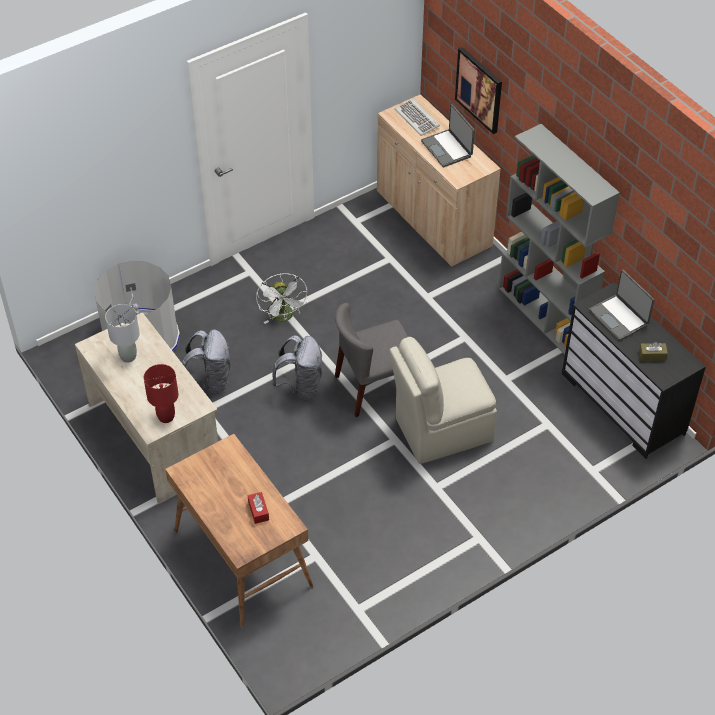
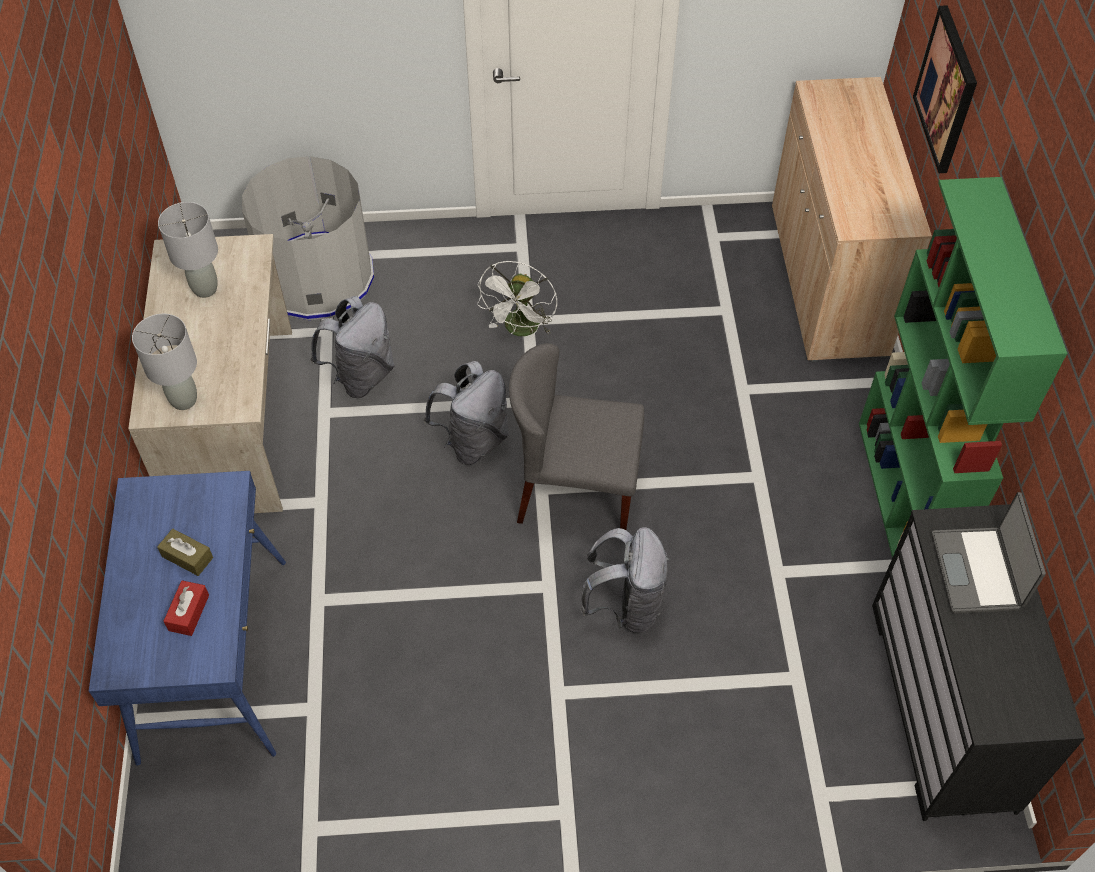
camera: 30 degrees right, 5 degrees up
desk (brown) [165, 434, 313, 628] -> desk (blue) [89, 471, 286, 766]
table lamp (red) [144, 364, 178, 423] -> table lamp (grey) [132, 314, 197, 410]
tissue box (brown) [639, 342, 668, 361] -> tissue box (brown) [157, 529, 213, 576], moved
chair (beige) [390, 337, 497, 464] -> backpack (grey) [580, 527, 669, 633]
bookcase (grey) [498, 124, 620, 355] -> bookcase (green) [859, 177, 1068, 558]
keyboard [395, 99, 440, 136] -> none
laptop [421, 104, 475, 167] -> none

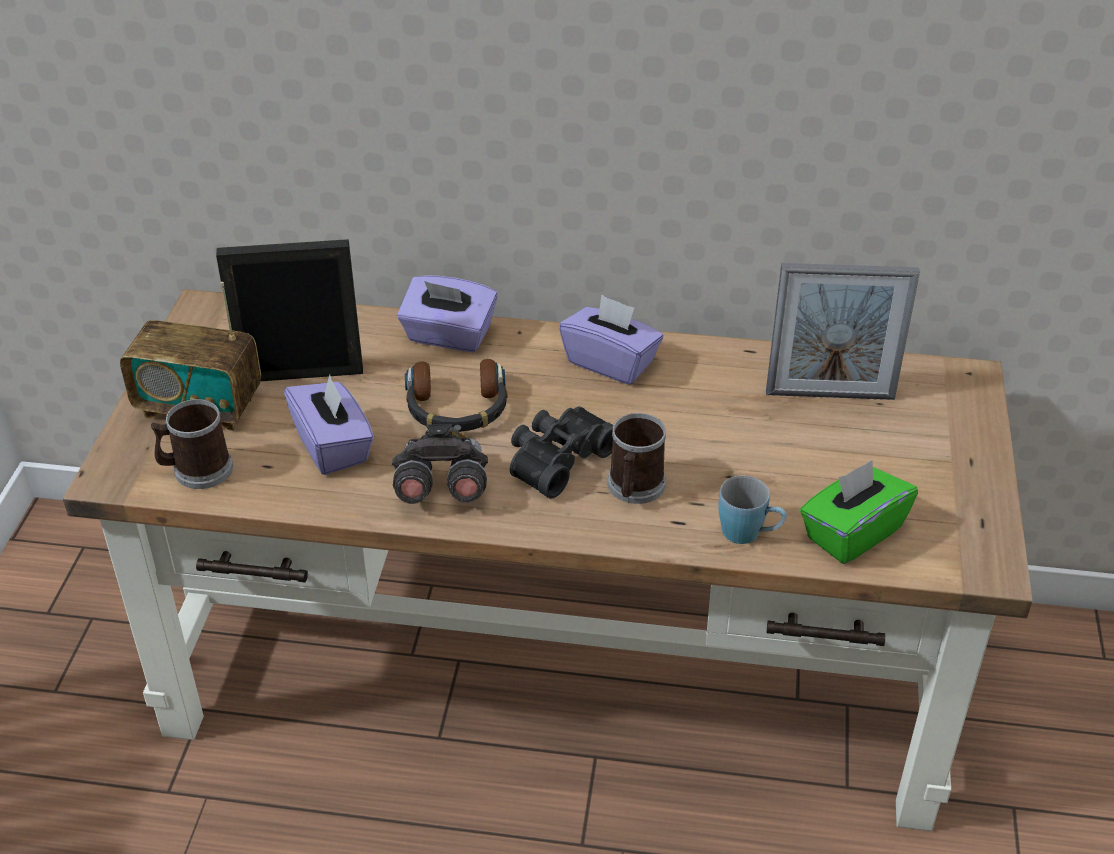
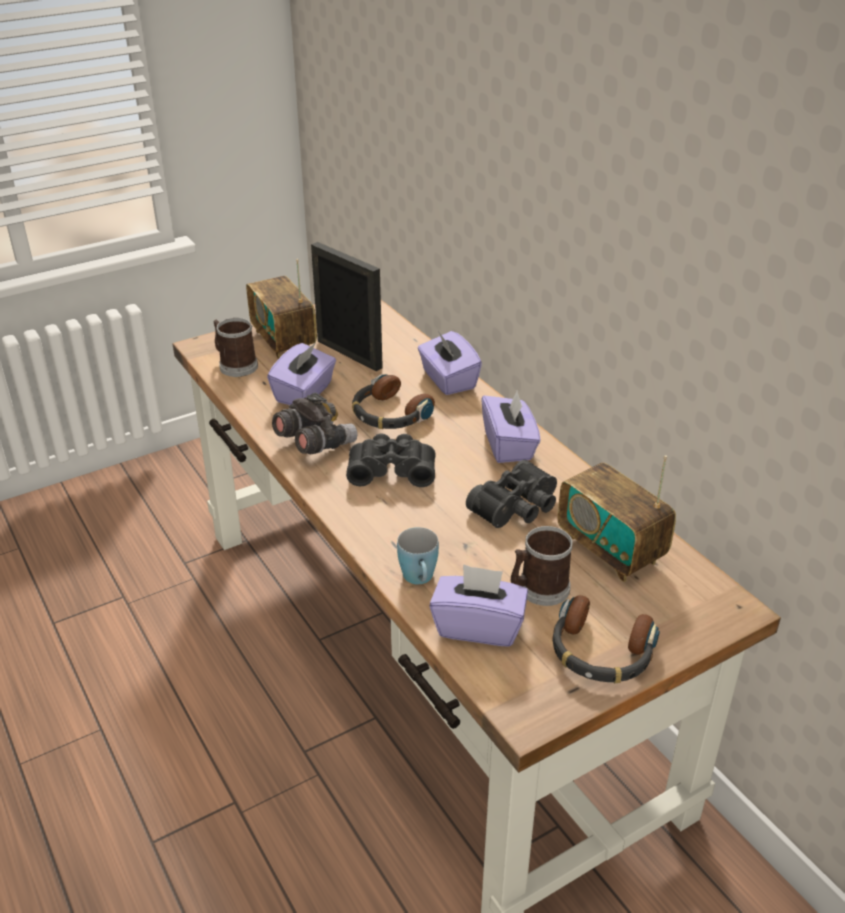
camera: 50 degrees right, 5 degrees down
tissue box (green) [800, 460, 918, 564] -> tissue box (purple) [429, 564, 528, 647]
none -> binoculars (black) [466, 460, 557, 528]
mug [608, 413, 666, 504] -> mug [511, 526, 572, 606], moved
none -> headphones [552, 595, 660, 683]
picture frame [766, 263, 920, 400] -> radio [557, 455, 676, 582]

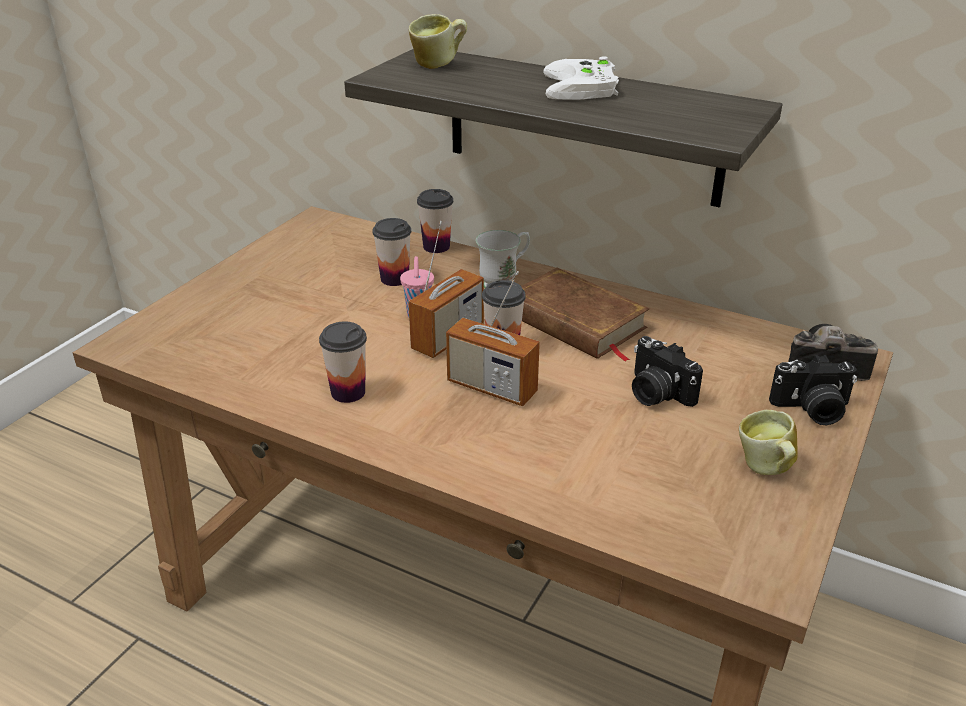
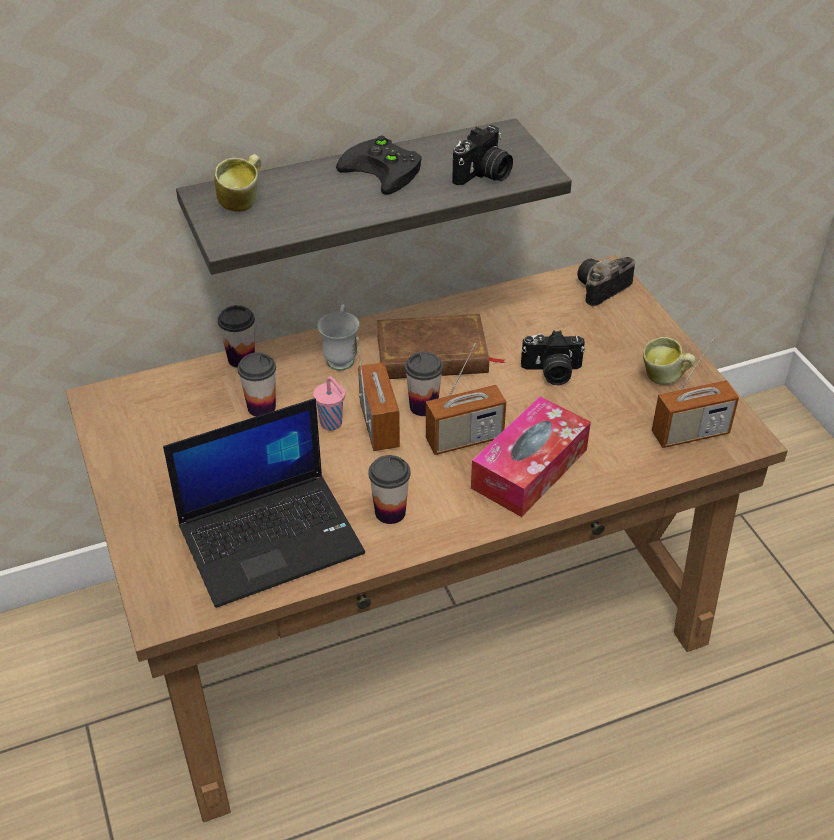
camera: 50 degrees left, 10 degrees up
none -> laptop [163, 398, 365, 608]
game controller (white) [543, 56, 619, 100] -> game controller (black) [336, 136, 422, 195]
photo camera [769, 355, 857, 425] -> photo camera [452, 125, 513, 186], moved
none -> tissue box [471, 396, 591, 517]
none -> radio [652, 338, 739, 448]

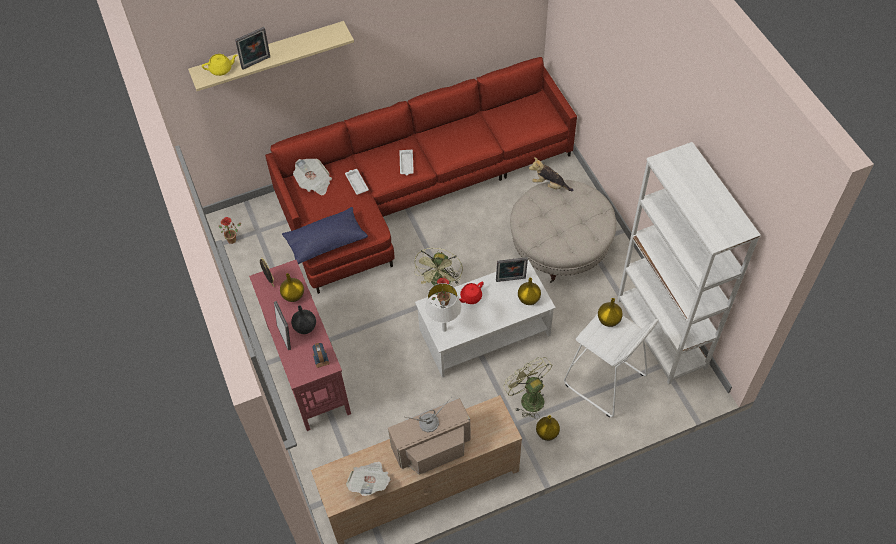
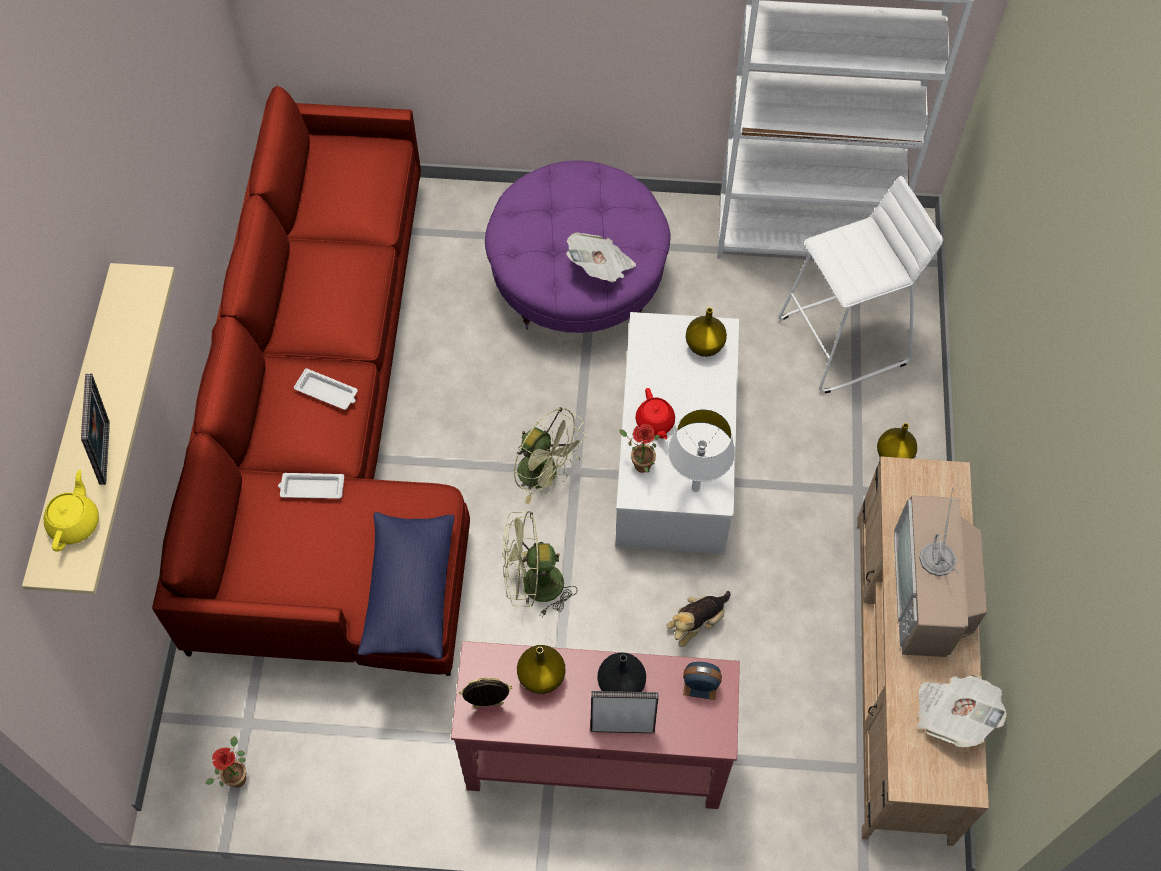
camera: 65 degrees left, 5 degrees up
ottoman (beige) [510, 180, 616, 283] -> ottoman (purple) [485, 160, 670, 333]
fan (green) [503, 357, 552, 417] -> fan (green) [502, 511, 577, 617], moved
newspaper [293, 159, 332, 195] -> newspaper [566, 232, 636, 282], moved
plush toy [529, 157, 574, 191] -> plush toy [667, 591, 731, 647], moved
picture frame [496, 257, 528, 282] -> none
vase (yellow) [598, 298, 623, 327] -> none

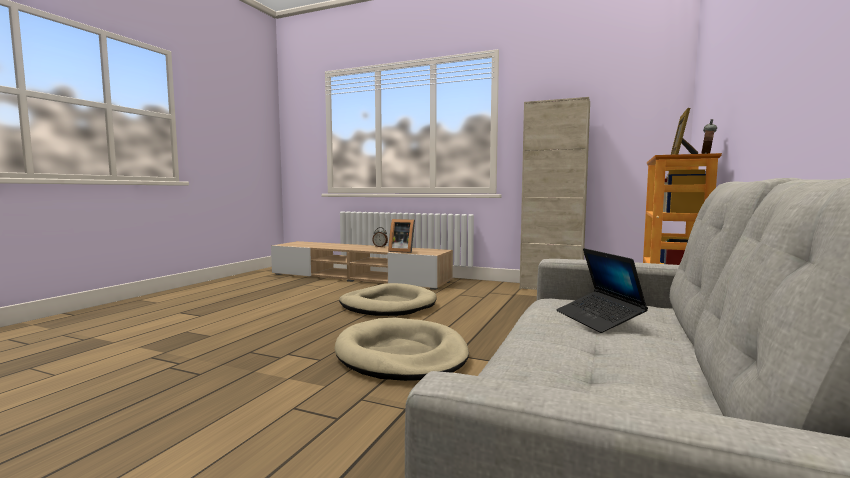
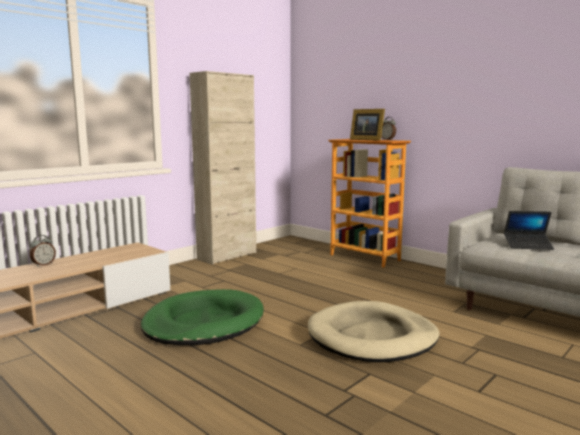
camera: 70 degrees left, 5 degrees up
dog bed (beige) [339, 283, 437, 316] -> dog bed (green) [141, 289, 264, 345]
picture frame [388, 219, 415, 253] -> none

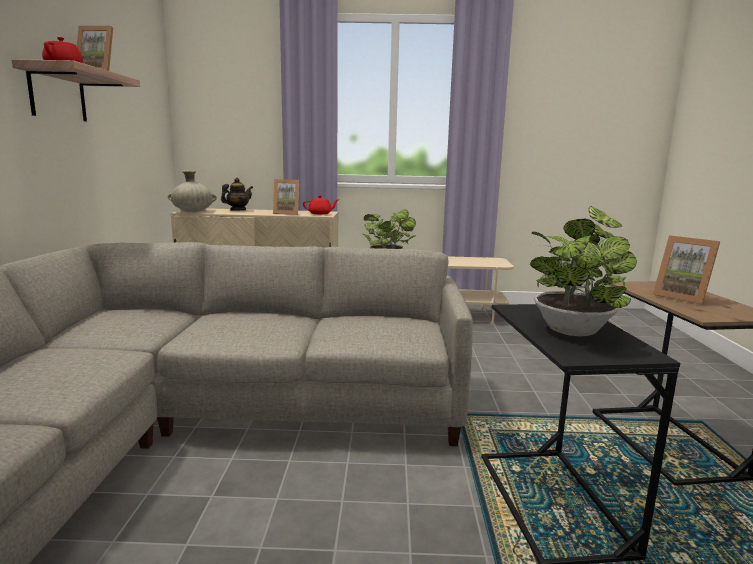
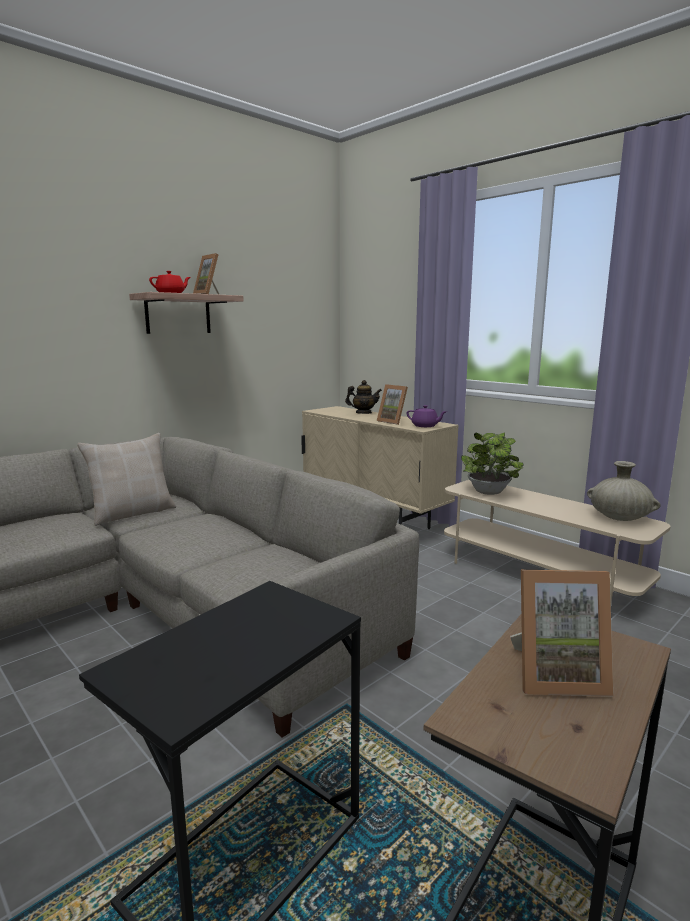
camera: 45 degrees right, 0 degrees up
none -> pillow (beige) [77, 433, 176, 526]
teapot (red) [303, 196, 340, 214] -> teapot (purple) [407, 405, 447, 427]
picture frame [653, 235, 720, 305] -> picture frame [510, 570, 613, 696], 90 degrees counterclockwise
vase (beige) [168, 171, 217, 212] -> vase (beige) [587, 461, 660, 521], moved
potted plant [530, 206, 637, 336] -> none

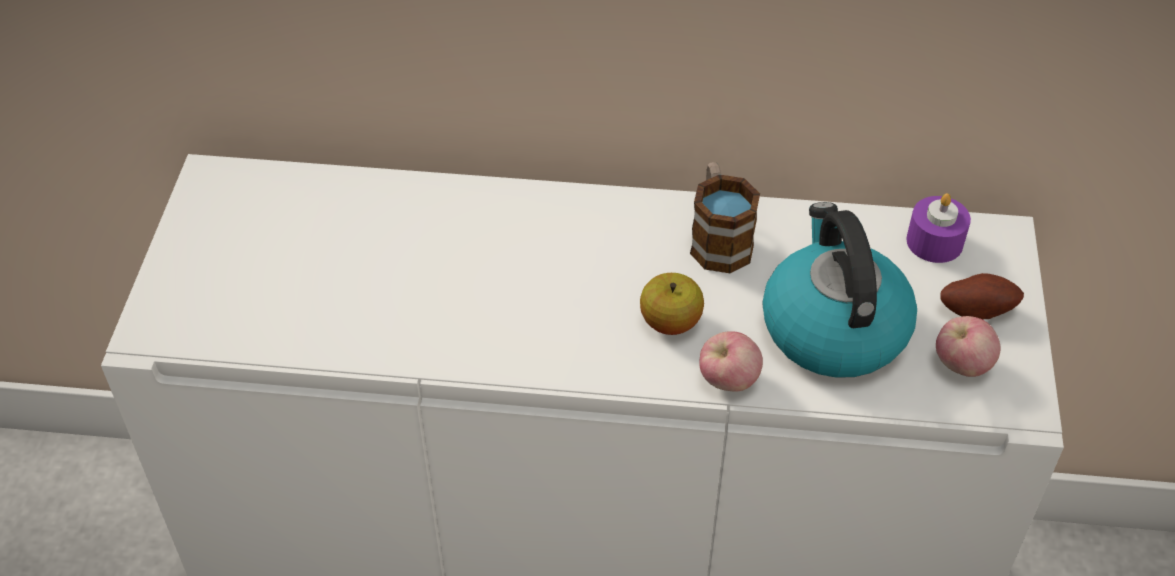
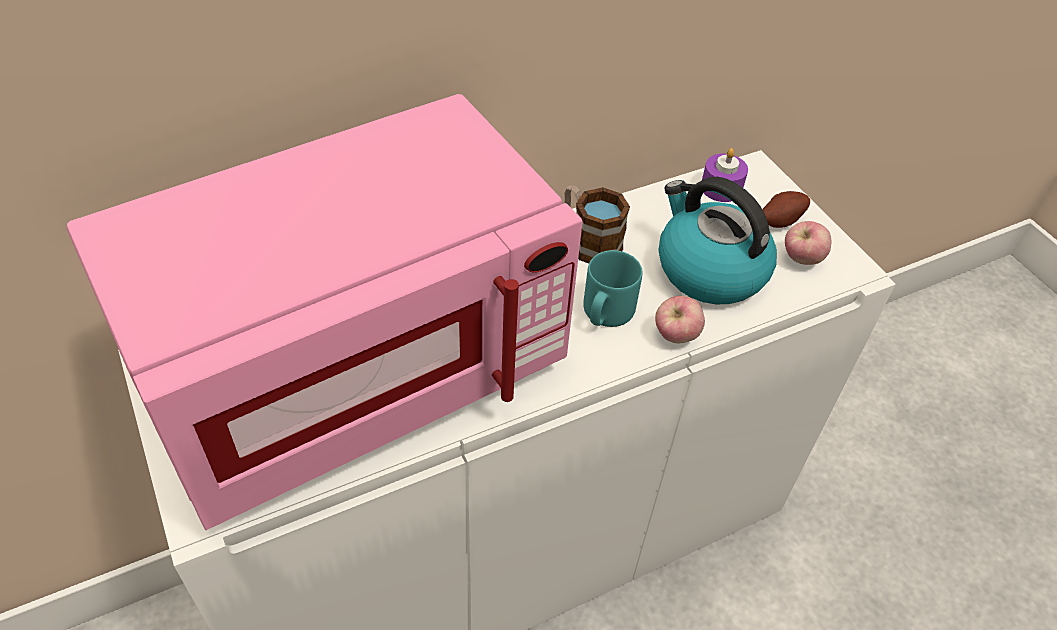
camera: 35 degrees left, 0 degrees up
none -> microwave (pink) [67, 94, 583, 530]
apple [640, 273, 704, 335] -> mug (turquoise) [583, 250, 642, 327]

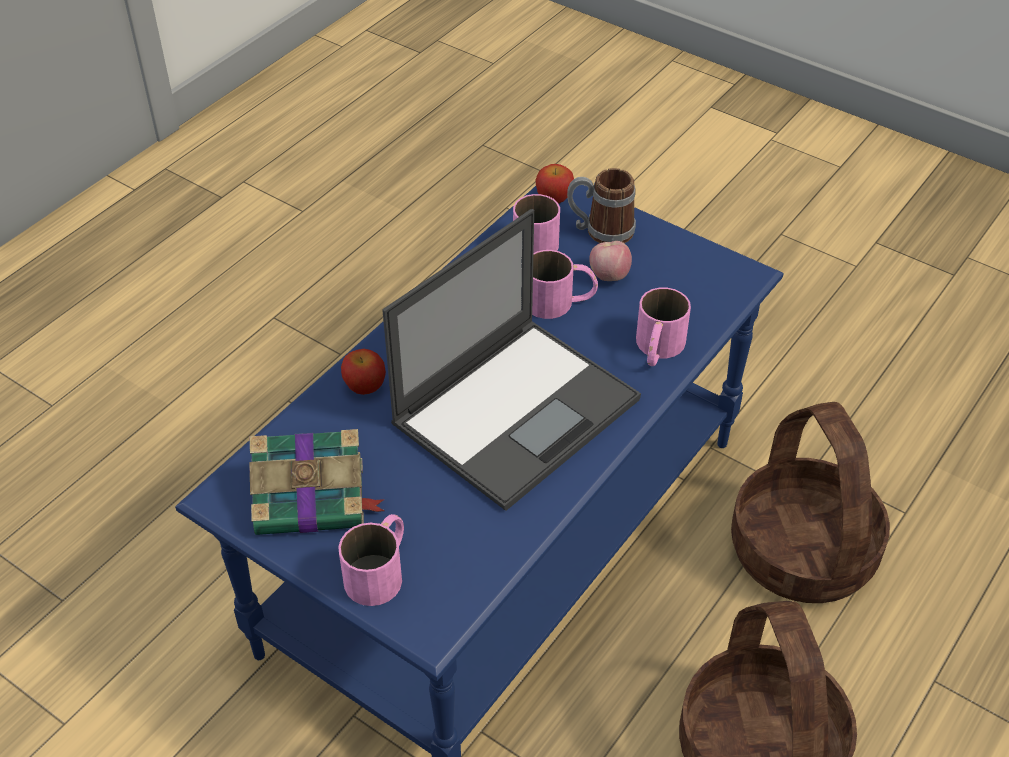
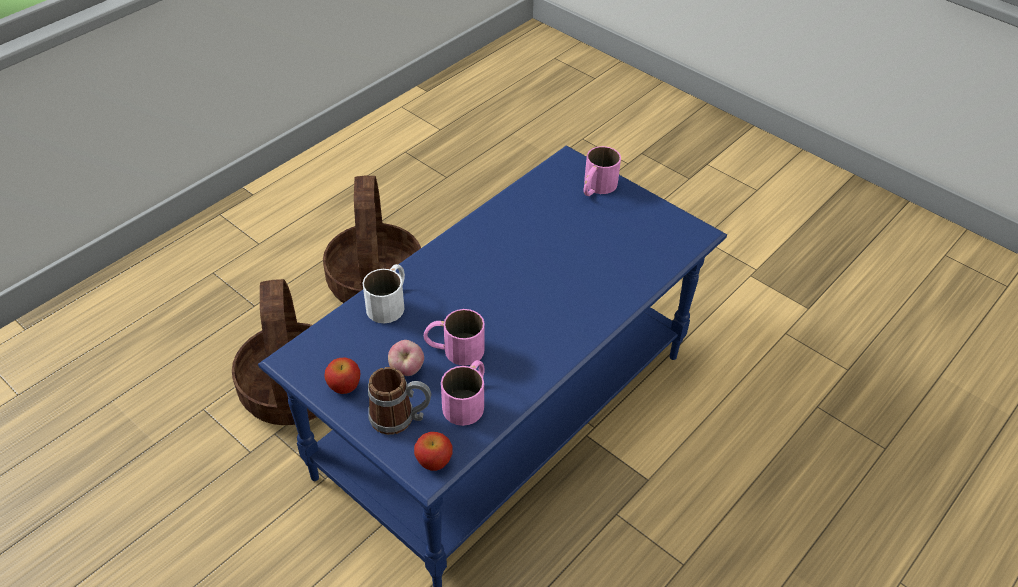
camera: 175 degrees left, 0 degrees up
apple [341, 349, 386, 395] -> apple [324, 357, 361, 394], moved
mug (pink) [636, 288, 691, 366] -> mug (white) [362, 264, 405, 323]
book [249, 429, 385, 535] -> none
laptop [382, 209, 641, 511] -> none

